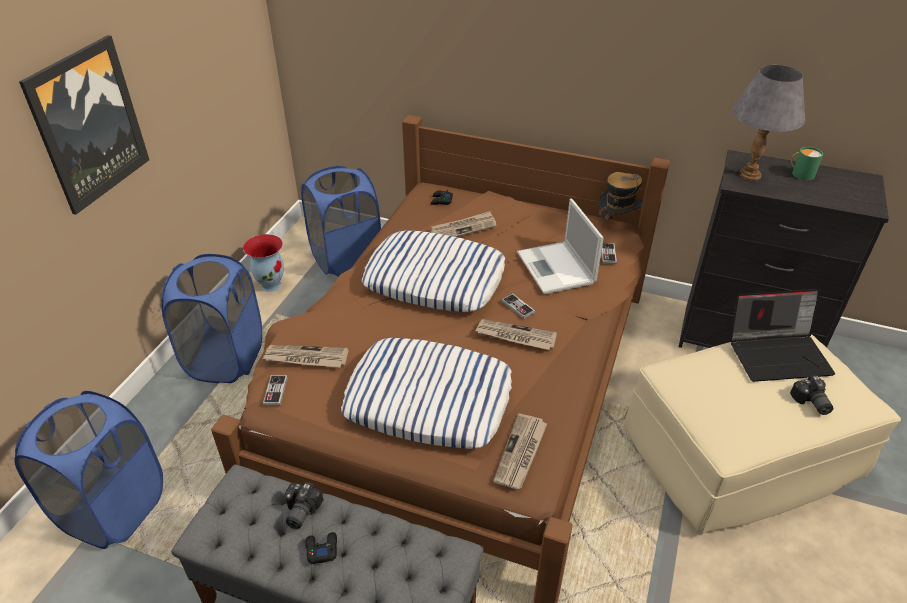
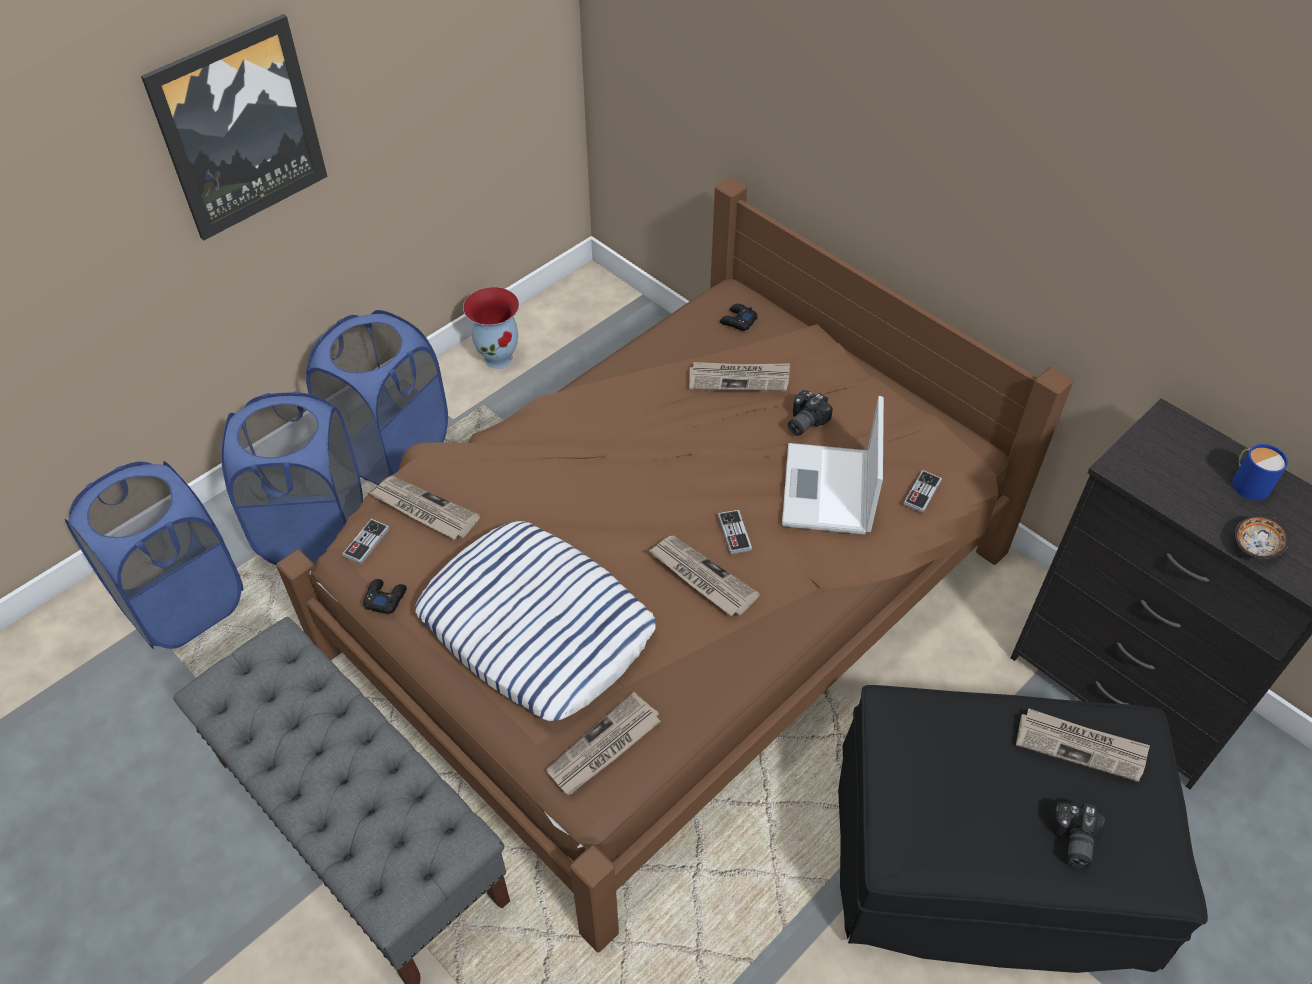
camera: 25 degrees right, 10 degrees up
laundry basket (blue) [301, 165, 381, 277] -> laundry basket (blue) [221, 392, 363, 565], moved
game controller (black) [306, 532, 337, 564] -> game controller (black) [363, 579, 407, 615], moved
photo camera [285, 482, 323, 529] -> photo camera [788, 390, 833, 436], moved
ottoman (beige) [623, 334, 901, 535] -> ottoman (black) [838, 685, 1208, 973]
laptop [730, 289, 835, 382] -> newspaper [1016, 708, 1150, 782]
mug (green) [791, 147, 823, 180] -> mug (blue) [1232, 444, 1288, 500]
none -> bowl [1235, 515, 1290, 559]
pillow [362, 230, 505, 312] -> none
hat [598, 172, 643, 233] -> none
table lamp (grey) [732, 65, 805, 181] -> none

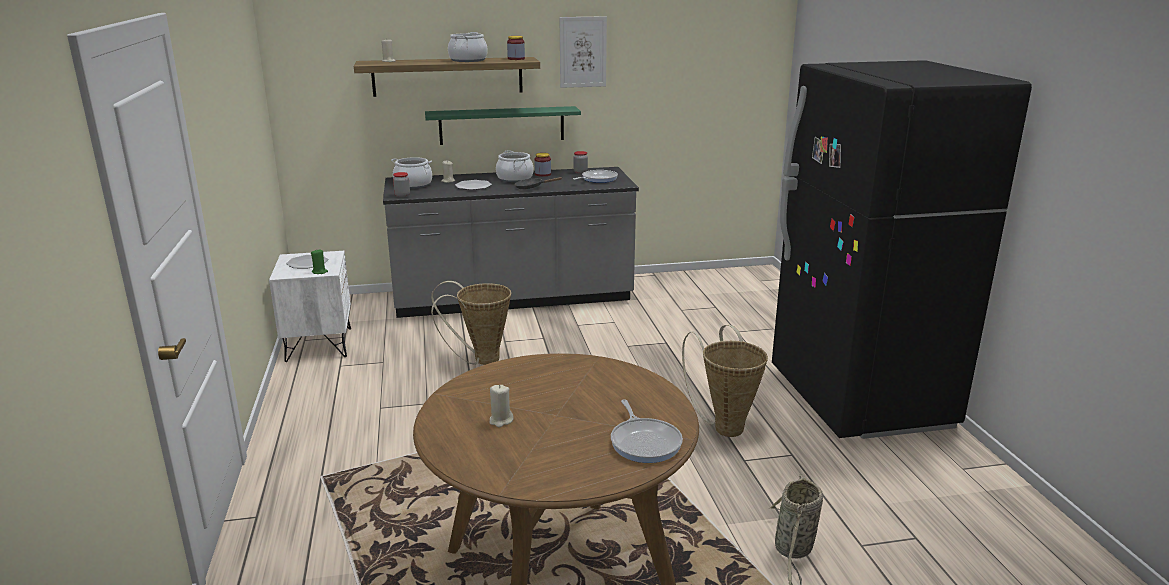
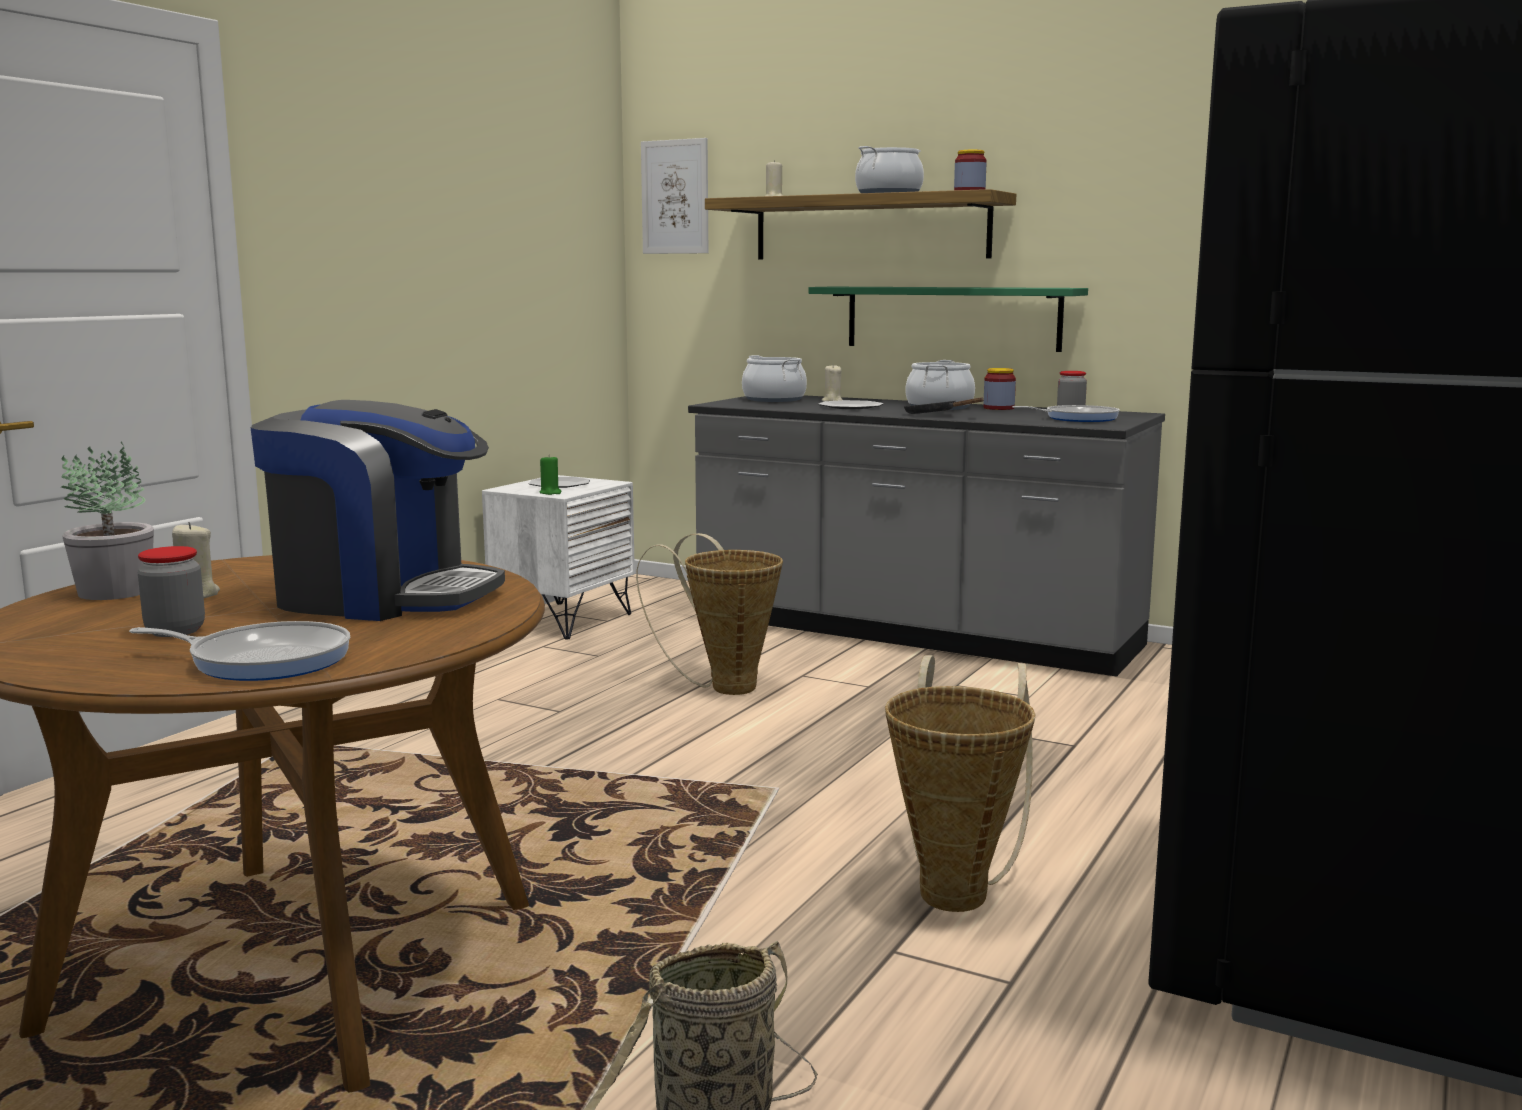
camera: 40 degrees right, 10 degrees down
none -> potted plant [61, 442, 154, 600]
frying pan [611, 399, 683, 463] -> frying pan [129, 621, 351, 681], 105 degrees counterclockwise
jar [393, 172, 410, 198] -> jar [138, 546, 205, 637], moved
none -> coffee machine [251, 400, 505, 621]
picture [560, 16, 607, 88] -> picture [641, 138, 708, 254], moved

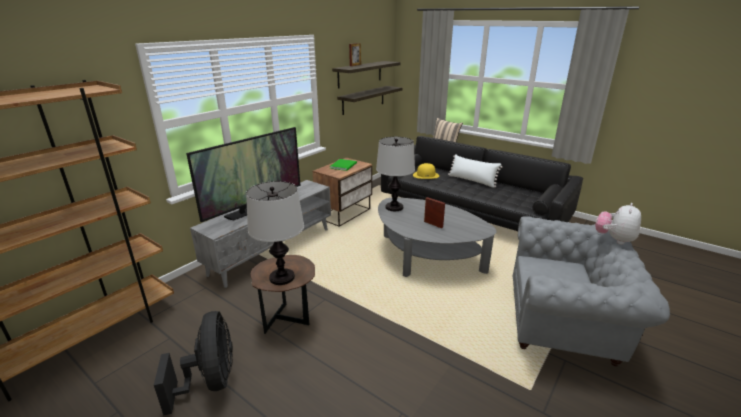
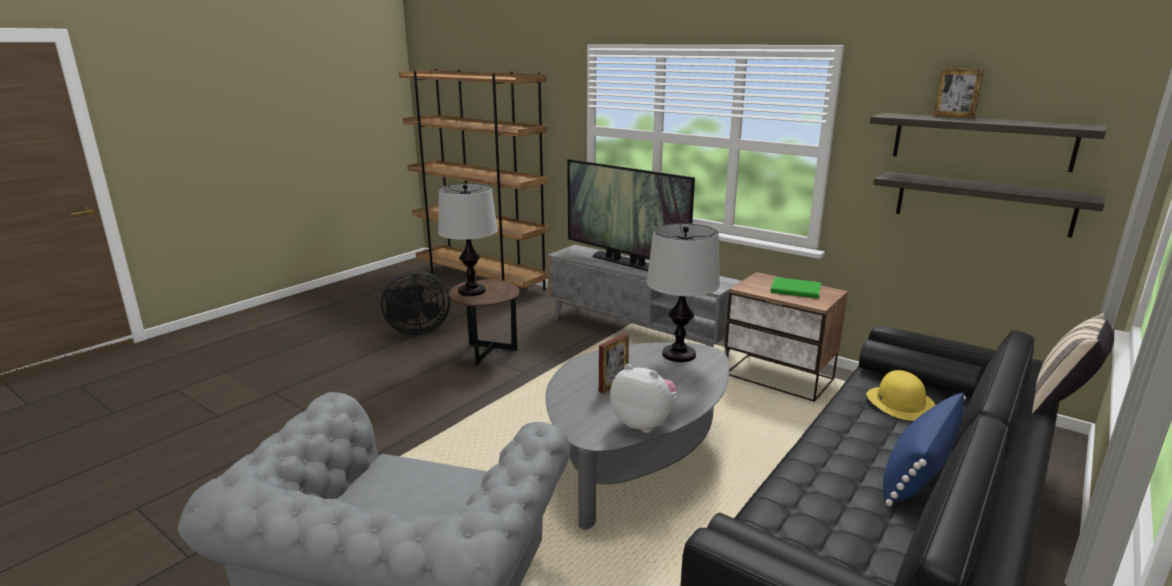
camera: 90 degrees right, 5 degrees down
plush toy [595, 203, 641, 245] -> plush toy [610, 364, 677, 433], moved
pillow (white) [448, 154, 503, 188] -> pillow (blue) [883, 393, 966, 506]

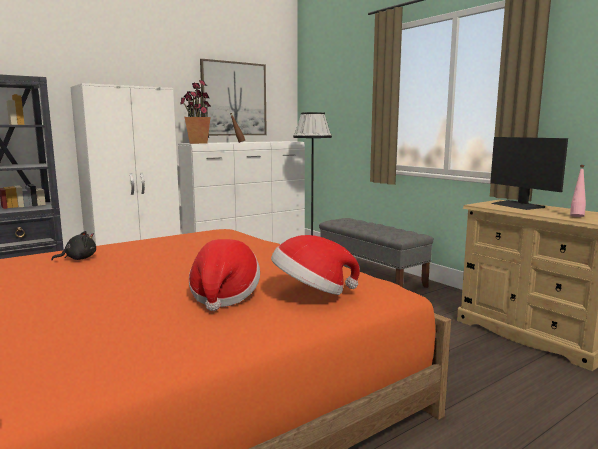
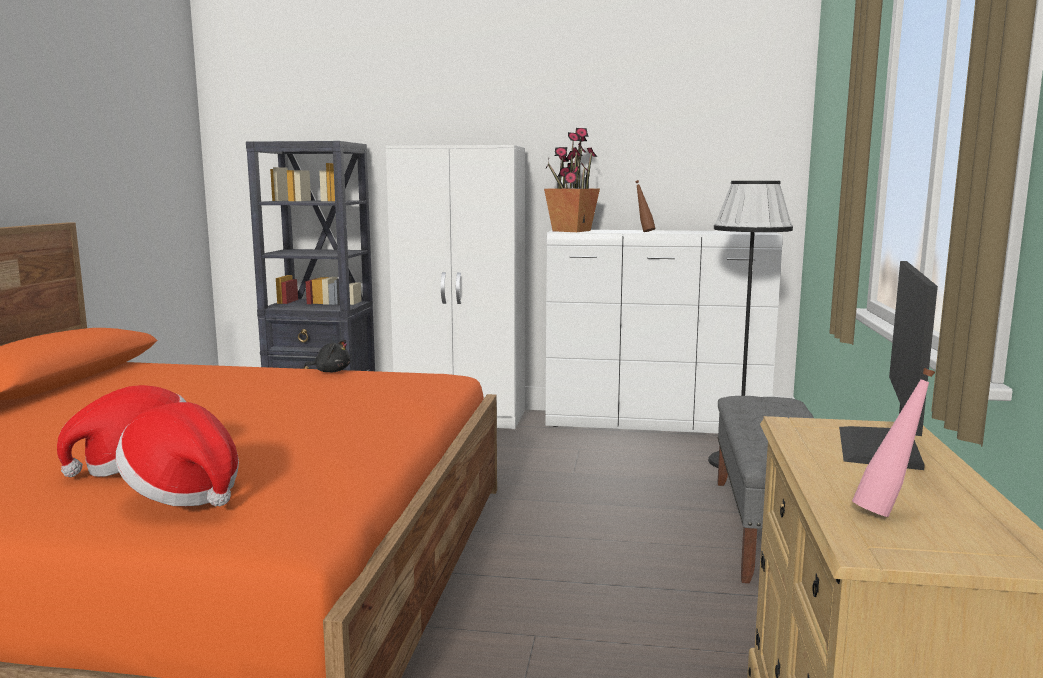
camera: 45 degrees right, 0 degrees up
plush toy (black) [51, 231, 96, 260] -> plush toy (black) [304, 340, 351, 372], moved
picture [200, 59, 267, 136] -> none

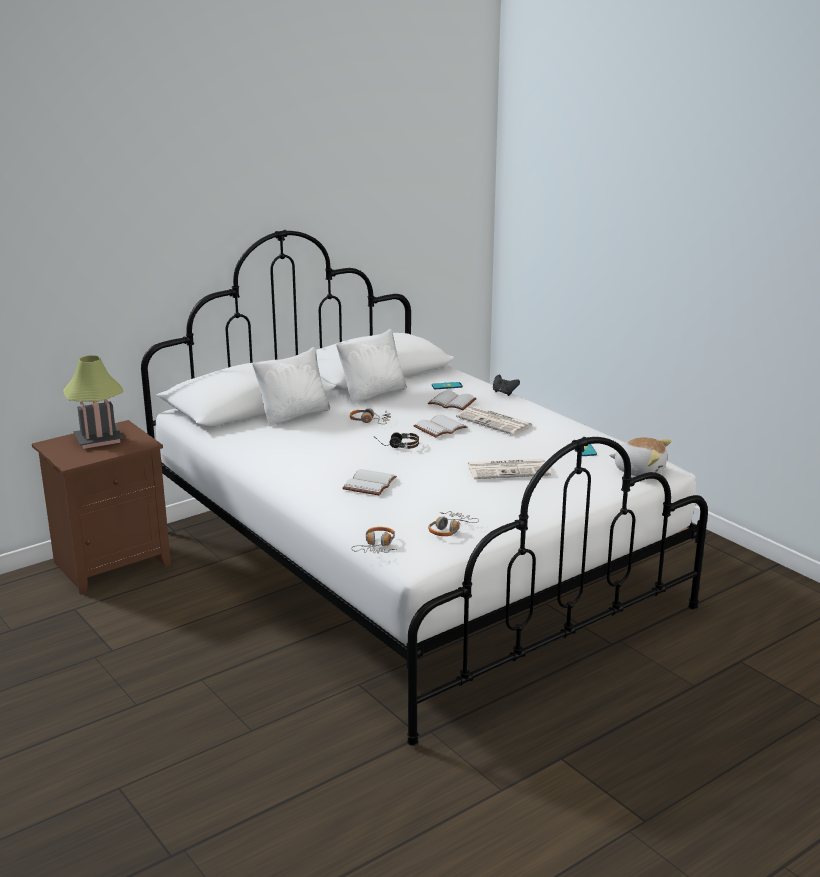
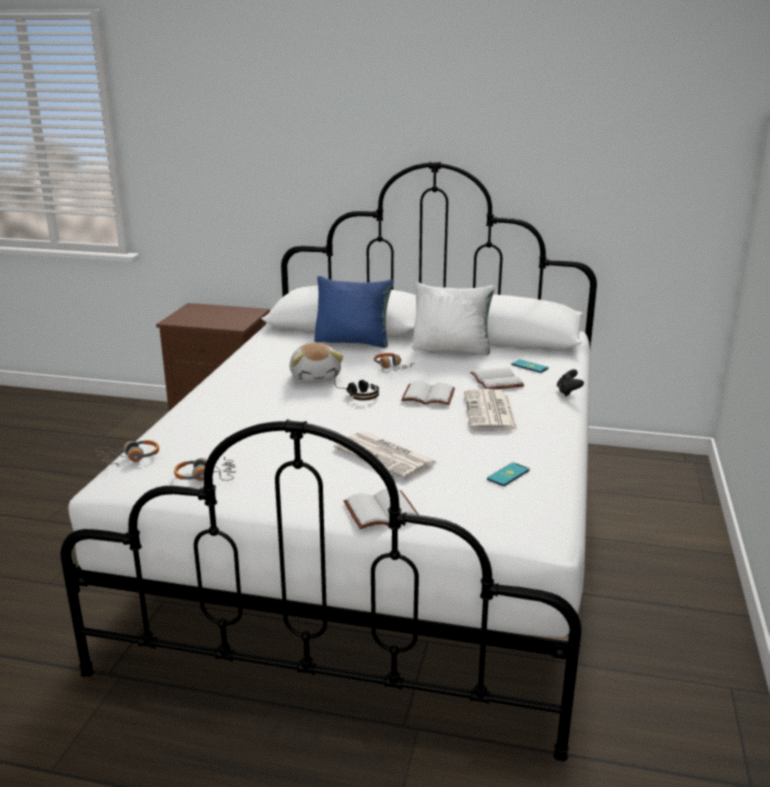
camera: 50 degrees right, 0 degrees up
plush toy [609, 437, 671, 476] -> plush toy [290, 343, 343, 382], moved
pillow (white) [252, 347, 330, 426] -> pillow (blue) [314, 276, 394, 348]
book (white) [342, 469, 397, 496] -> book (white) [344, 489, 419, 529], moved
table lamp [63, 355, 124, 449] -> none

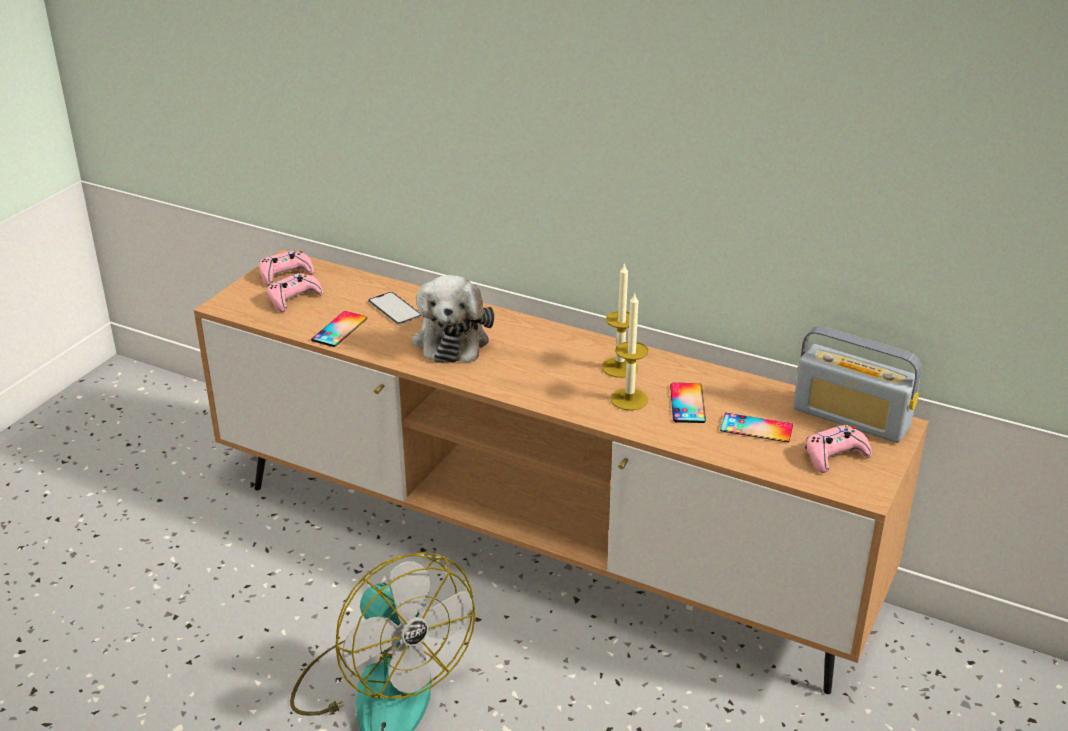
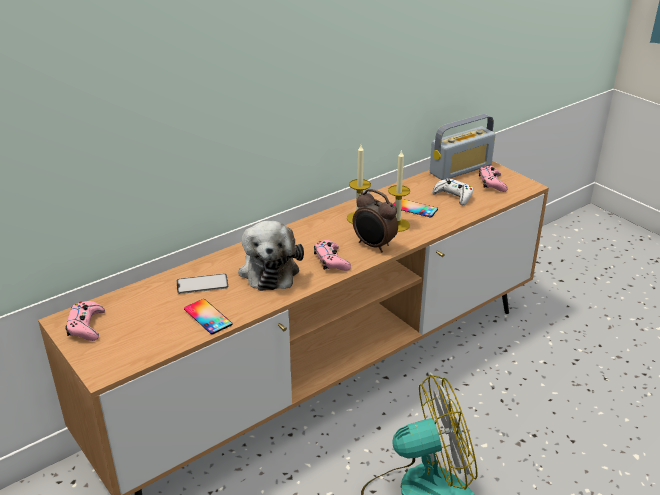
camera: 65 degrees left, 0 degrees up
plush toy [412, 275, 494, 363] -> plush toy [238, 221, 304, 291], 60 degrees clockwise
game controller (pink) [267, 273, 323, 312] -> game controller (pink) [314, 240, 351, 271], moved
none -> alarm clock [353, 189, 398, 253]
phone [720, 413, 793, 442] -> game controller (white) [432, 178, 473, 206]

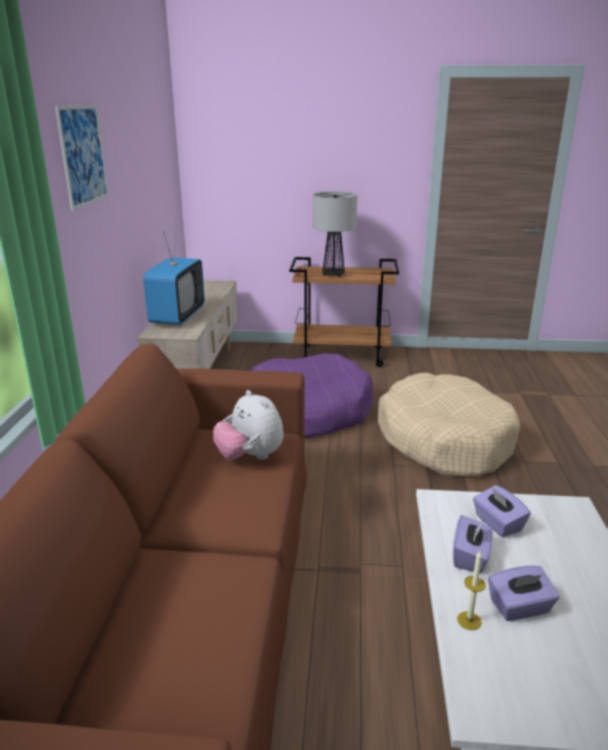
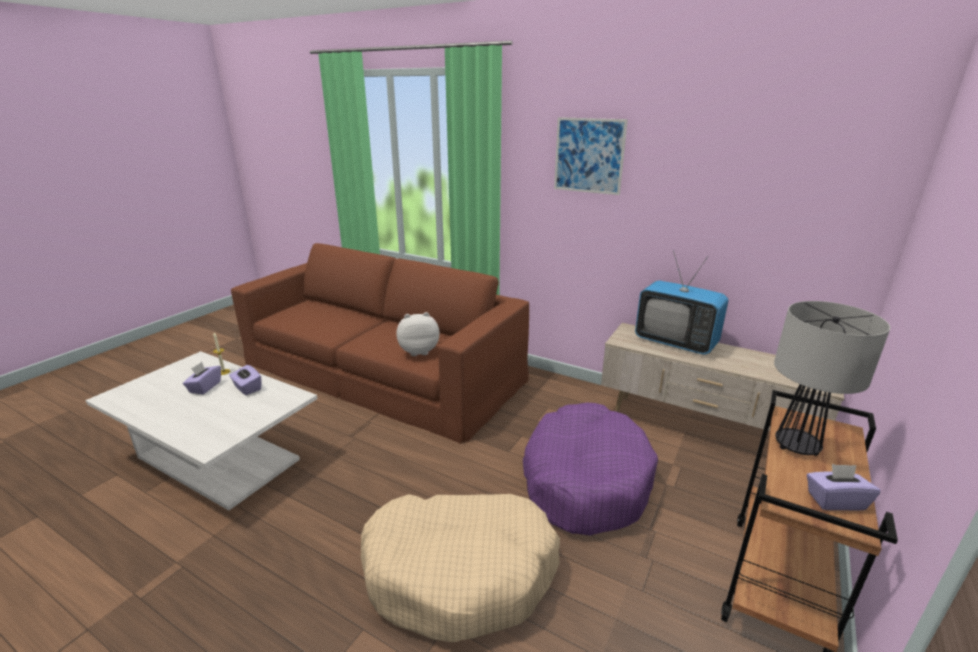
camera: 115 degrees right, 0 degrees up
tissue box (purple) [473, 485, 531, 537] -> tissue box (purple) [807, 464, 880, 511], moved

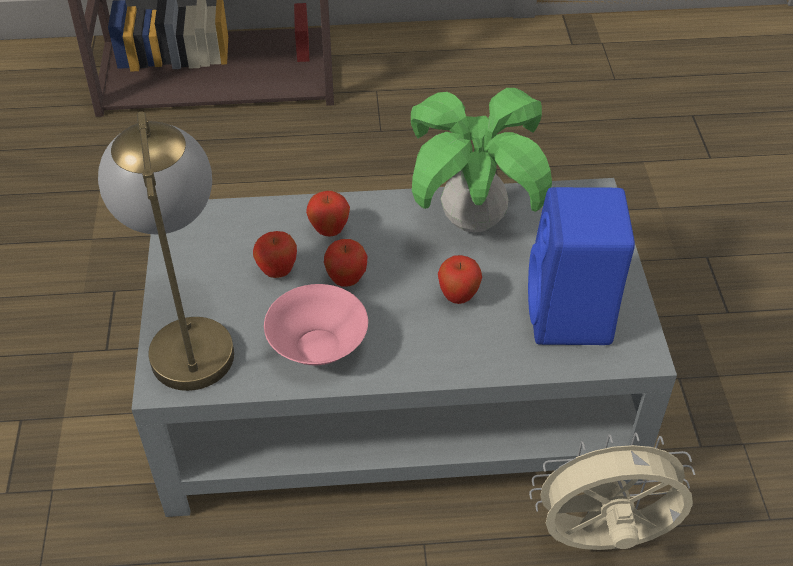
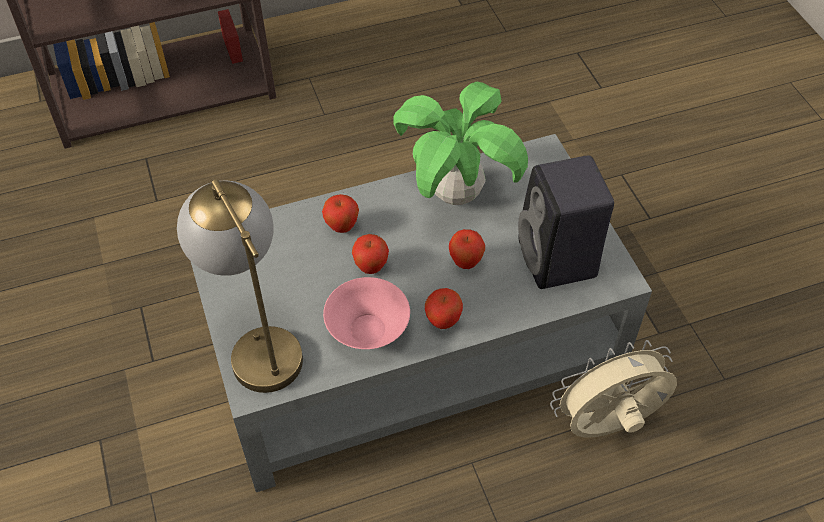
camera: 15 degrees left, 5 degrees up
apple [253, 231, 297, 278] -> apple [425, 288, 463, 329], moved
speaker (blue) [528, 187, 635, 345] -> speaker (black) [518, 155, 614, 289]

